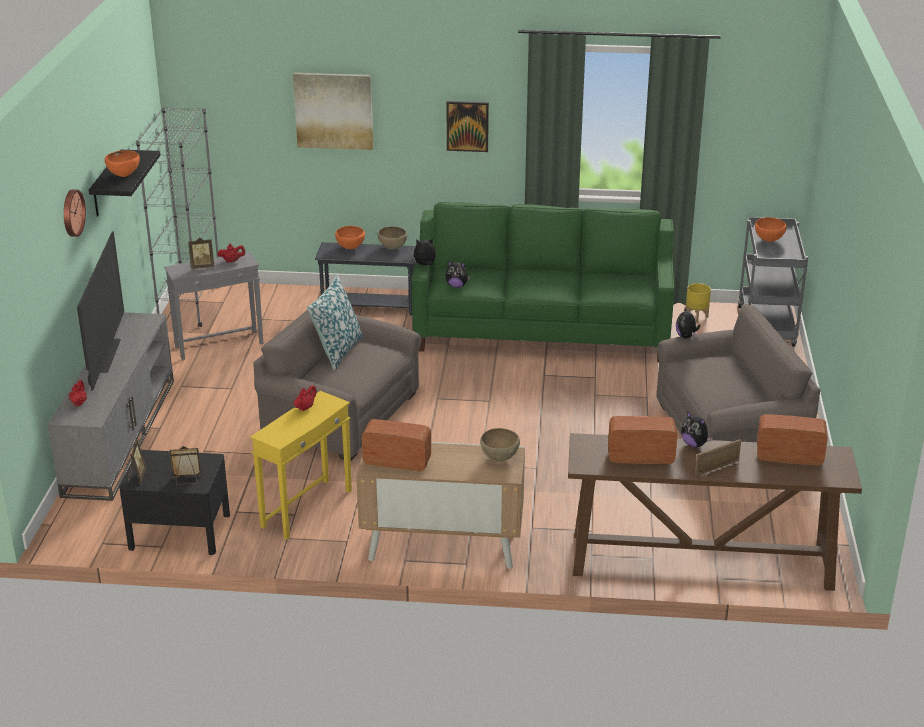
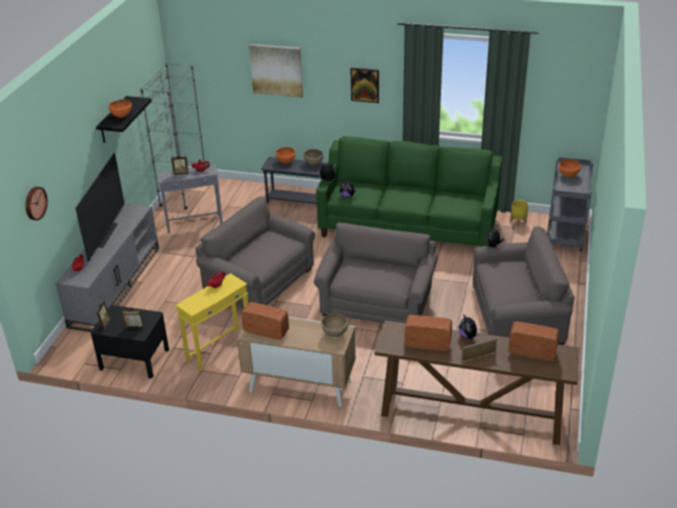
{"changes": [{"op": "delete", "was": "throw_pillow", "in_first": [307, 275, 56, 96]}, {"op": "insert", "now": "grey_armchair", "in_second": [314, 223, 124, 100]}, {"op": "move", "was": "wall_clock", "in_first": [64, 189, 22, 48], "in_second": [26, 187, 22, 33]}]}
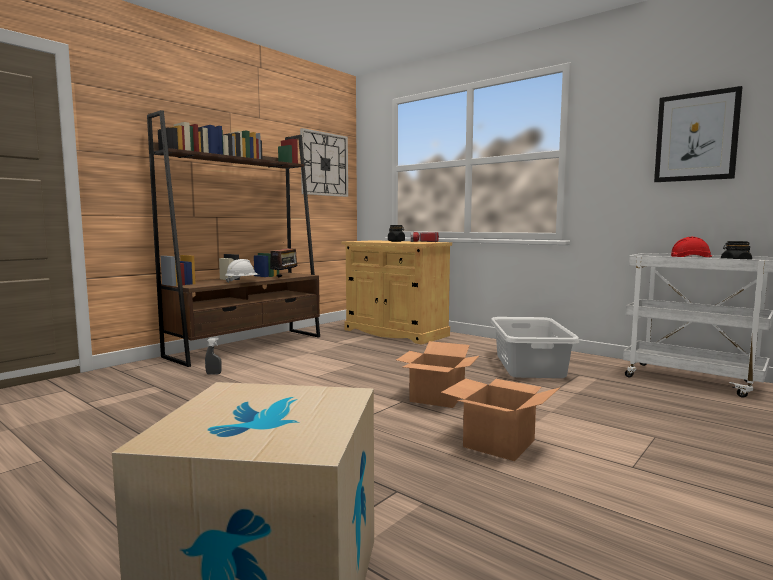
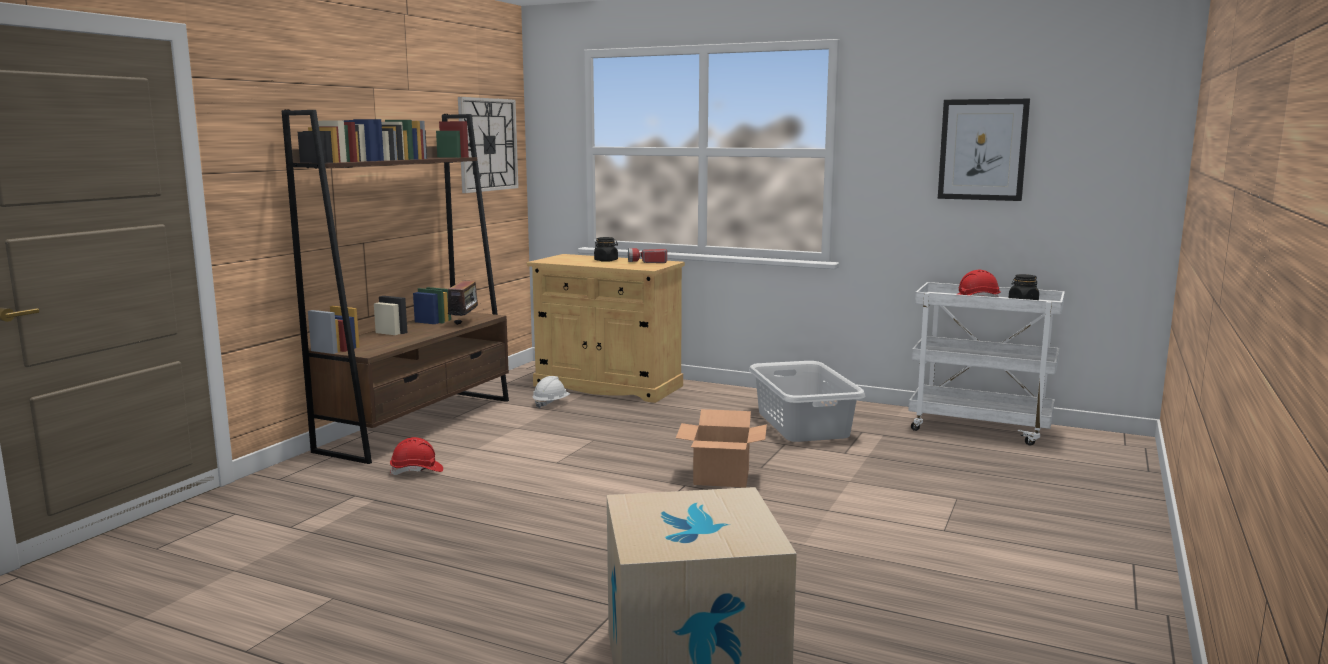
{"changes": [{"op": "delete", "was": "carton", "in_first": [441, 379, 119, 82]}, {"op": "move", "was": "whitish_safety_helmet", "in_first": [225, 259, 34, 24], "in_second": [533, 376, 37, 32]}, {"op": "replace", "was": "grey_sprayer", "now": "red_safety_helmet", "in_first": [205, 338, 17, 37], "in_second": [390, 437, 53, 38]}]}
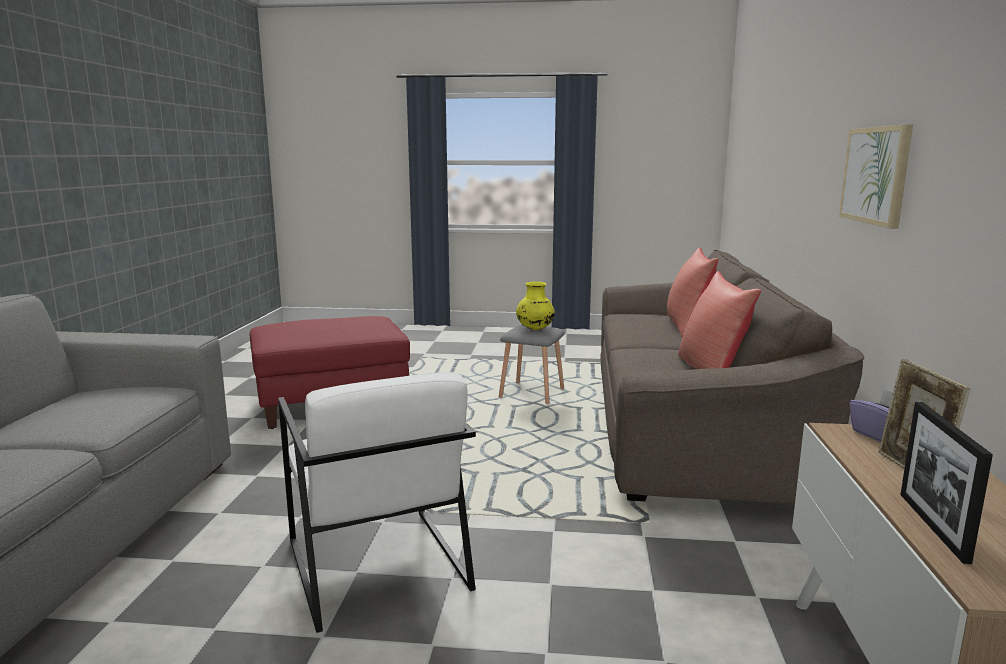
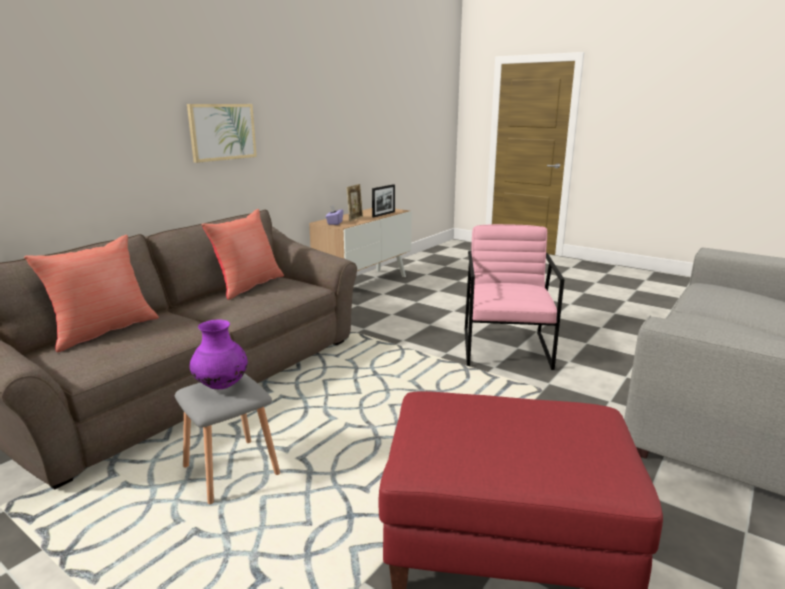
{"changes": [{"op": "recolor", "was": "whitish_armchair", "now": "pink-coloured_armchair", "in_first": [278, 372, 198, 261], "in_second": [465, 224, 99, 146]}, {"op": "recolor", "was": "yellow-coloured_decorative_vase", "now": "purple_decorative_vase", "in_first": [516, 281, 39, 49], "in_second": [190, 320, 58, 69]}]}
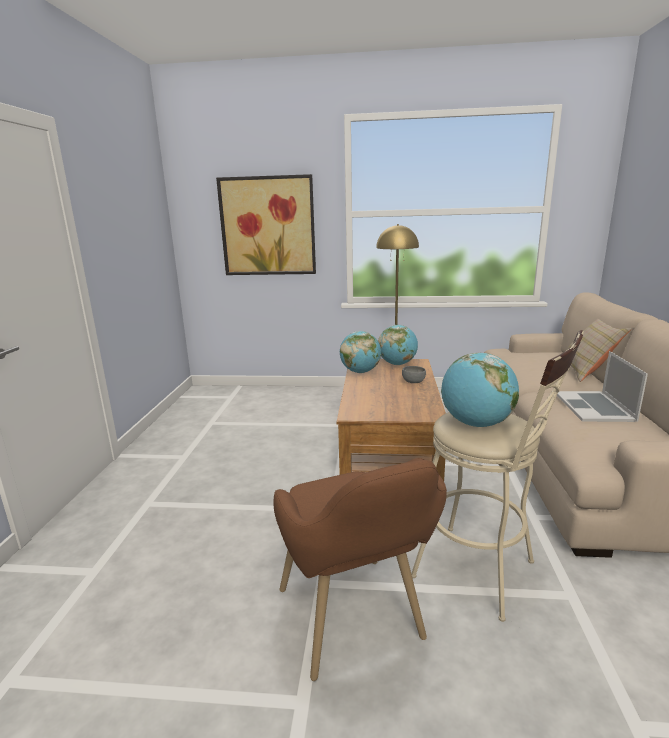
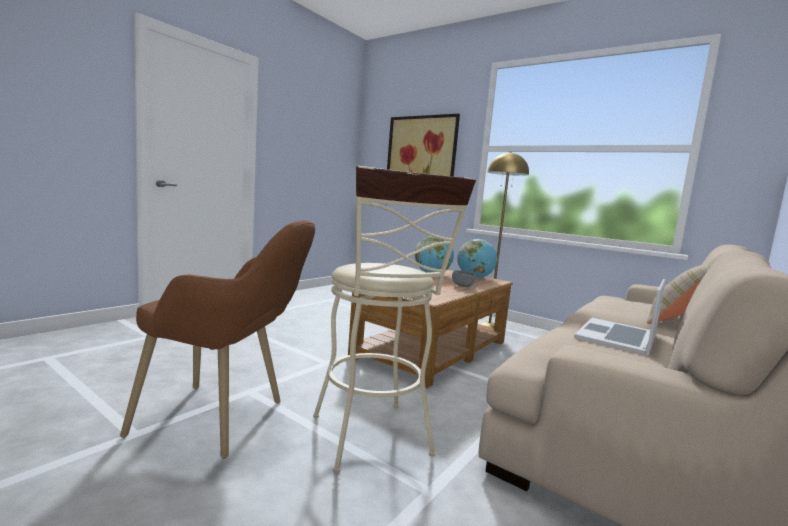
{"changes": [{"op": "delete", "was": "world_globe", "in_first": [441, 353, 78, 74]}, {"op": "rotate", "was": "brown-coloured_armchair", "in_first": [273, 458, 174, 223], "in_second": [120, 220, 195, 238], "clockwise": -90}]}
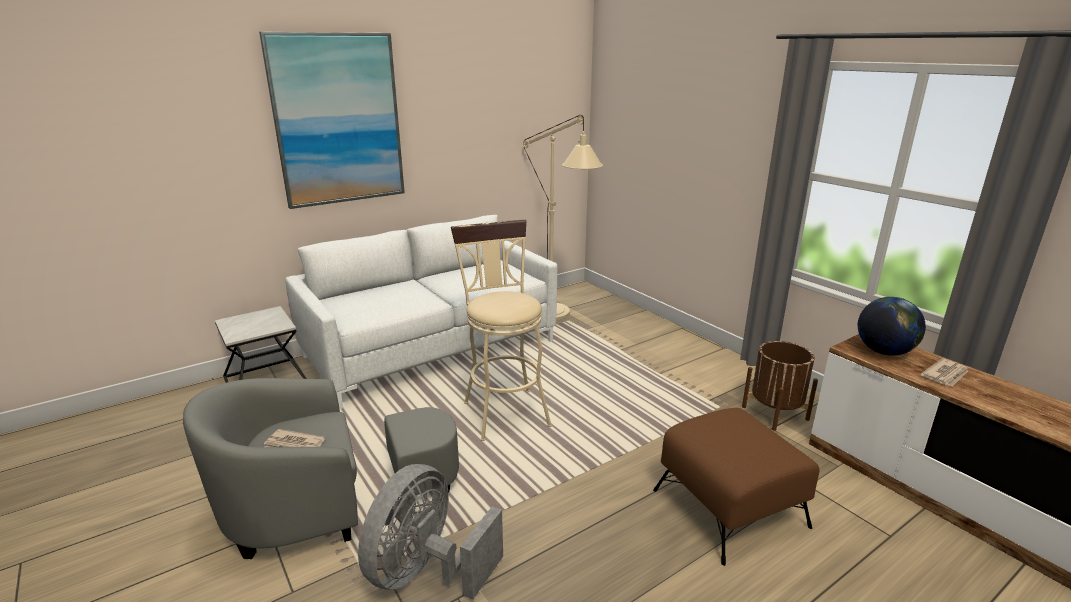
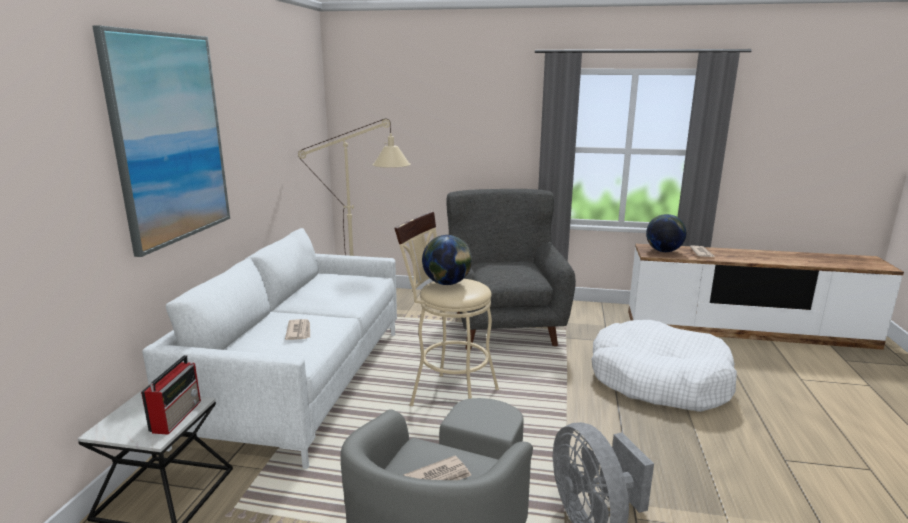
{"changes": [{"op": "delete", "was": "brown-coloured_planter", "in_first": [742, 341, 76, 90]}, {"op": "insert", "now": "radio", "in_second": [141, 355, 60, 80]}, {"op": "insert", "now": "daily_paper", "in_second": [285, 319, 25, 21]}, {"op": "insert", "now": "world_globe", "in_second": [422, 235, 50, 50]}, {"op": "insert", "now": "grey_armchair", "in_second": [446, 189, 130, 161]}, {"op": "replace", "was": "brown-coloured_ottoman", "now": "whitish_dog_bed", "in_first": [653, 408, 166, 158], "in_second": [591, 320, 146, 92]}]}
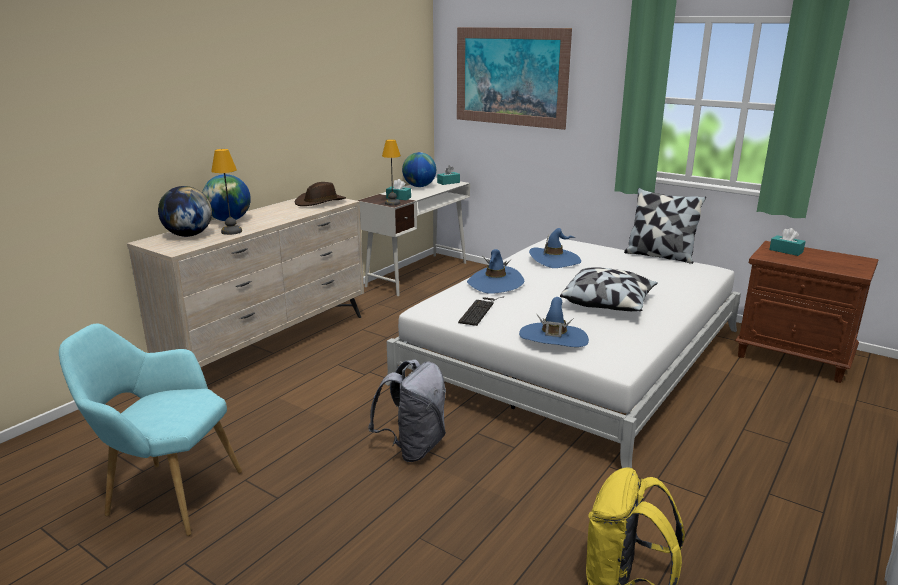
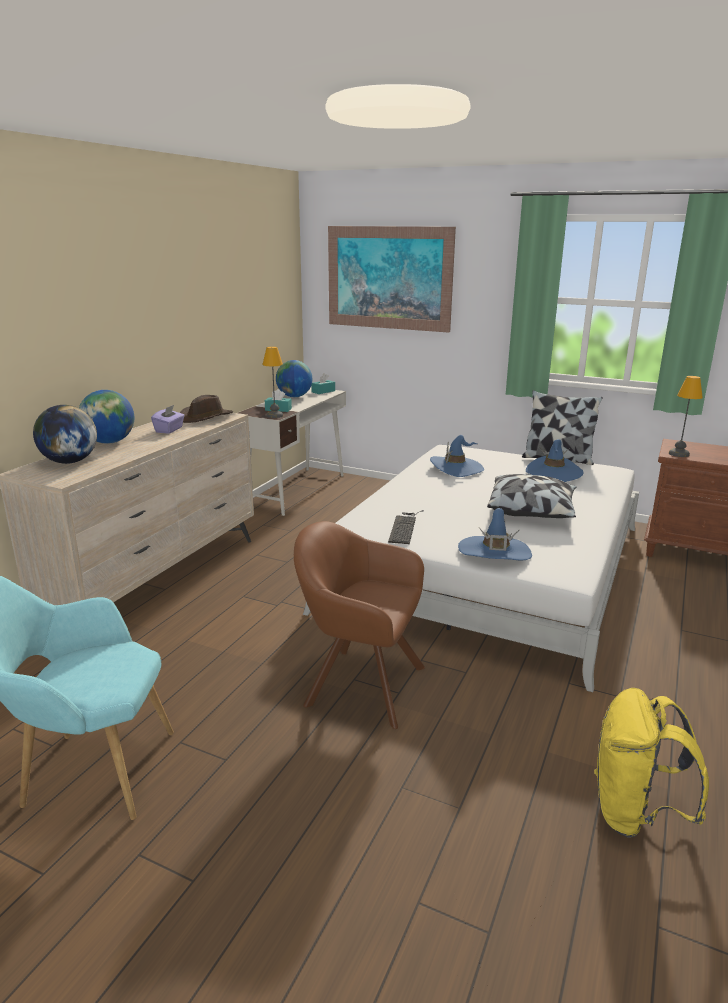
{"changes": [{"op": "delete", "was": "blue-green_tissue_holder", "in_first": [769, 228, 37, 28]}, {"op": "insert", "now": "purple_tissue_holder", "in_second": [151, 405, 34, 29]}, {"op": "move", "was": "lamp_for_a_table", "in_first": [211, 149, 31, 86], "in_second": [669, 376, 34, 81]}, {"op": "move", "was": "blue-coloured_wearable_hat", "in_first": [467, 249, 57, 45], "in_second": [526, 439, 58, 43]}, {"op": "replace", "was": "grey_backpack", "now": "brown-coloured_armchair", "in_first": [368, 359, 78, 103], "in_second": [294, 521, 131, 208]}]}
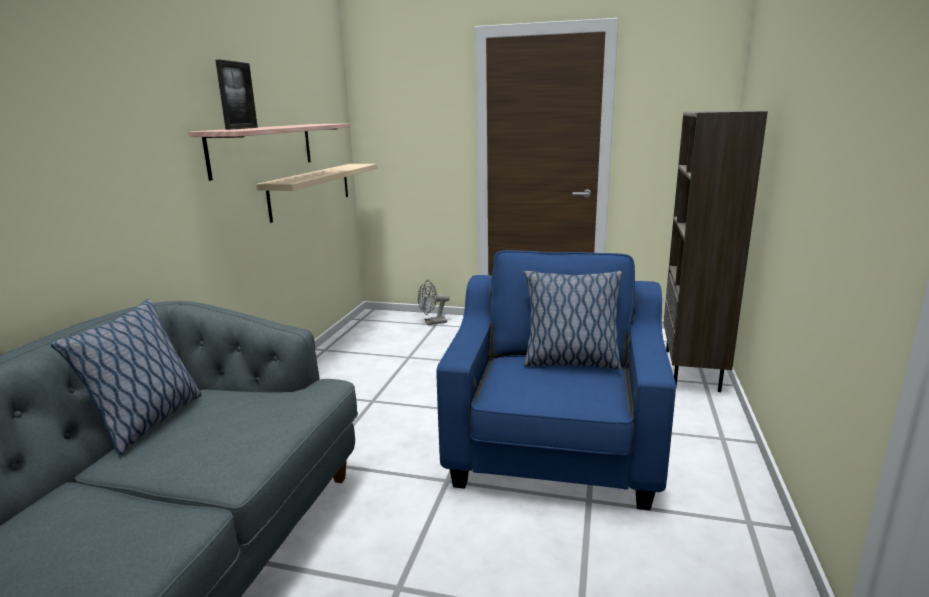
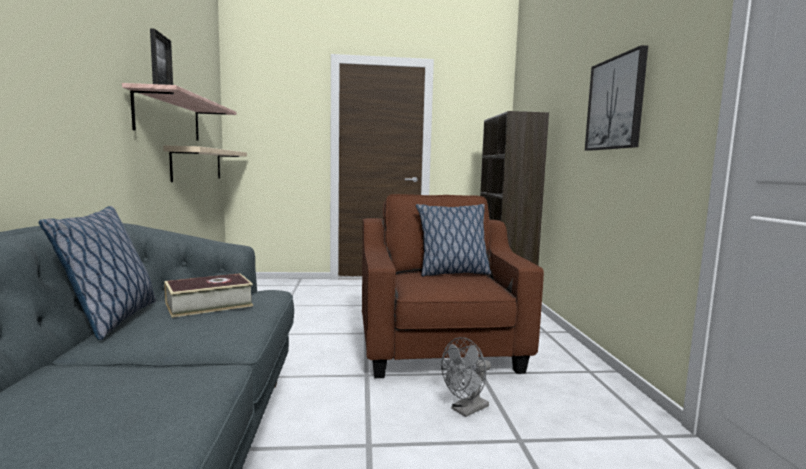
{"changes": [{"op": "insert", "now": "volume", "in_second": [164, 273, 89, 45]}, {"op": "insert", "now": "wall_art", "in_second": [585, 45, 63, 106]}, {"op": "move", "was": "grey_cooling_fan", "in_first": [418, 280, 32, 45], "in_second": [441, 337, 50, 80]}, {"op": "recolor", "was": "blue-coloured_armchair", "now": "brown-coloured_armchair", "in_first": [436, 250, 240, 260], "in_second": [362, 194, 182, 184]}]}
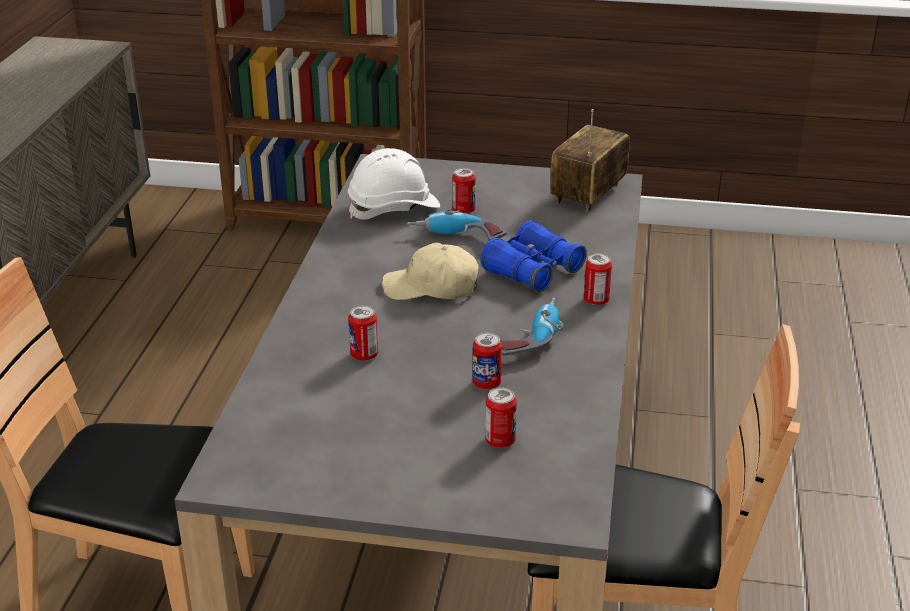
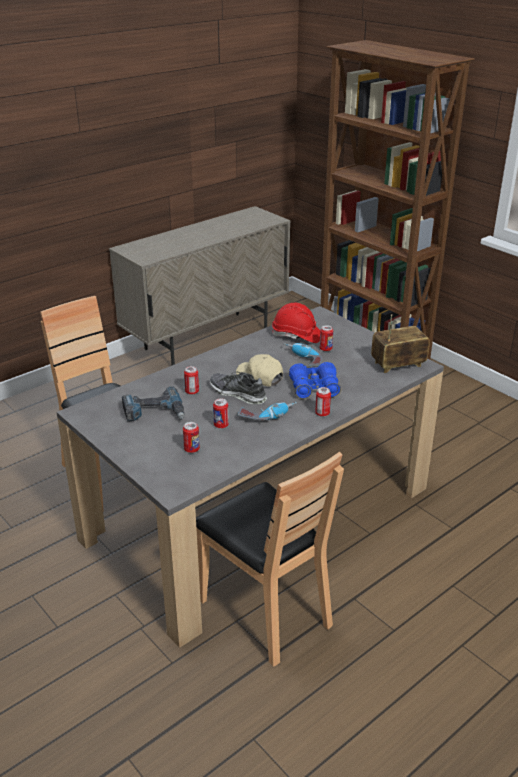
{"changes": [{"op": "insert", "now": "electric_drill", "in_second": [122, 386, 63, 36]}, {"op": "insert", "now": "item_of_footwear", "in_second": [210, 372, 57, 32]}, {"op": "recolor", "was": "whitish_safety_helmet", "now": "red_safety_helmet", "in_first": [348, 148, 92, 71], "in_second": [272, 303, 48, 40]}]}
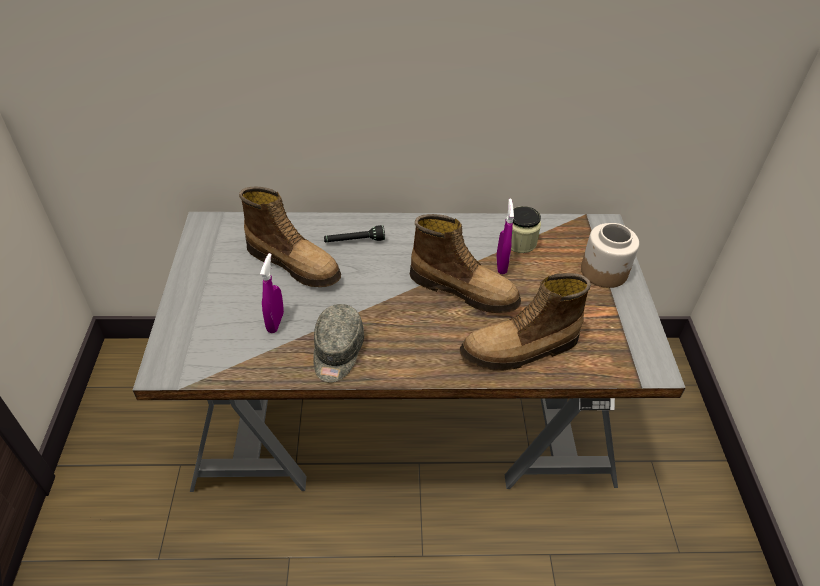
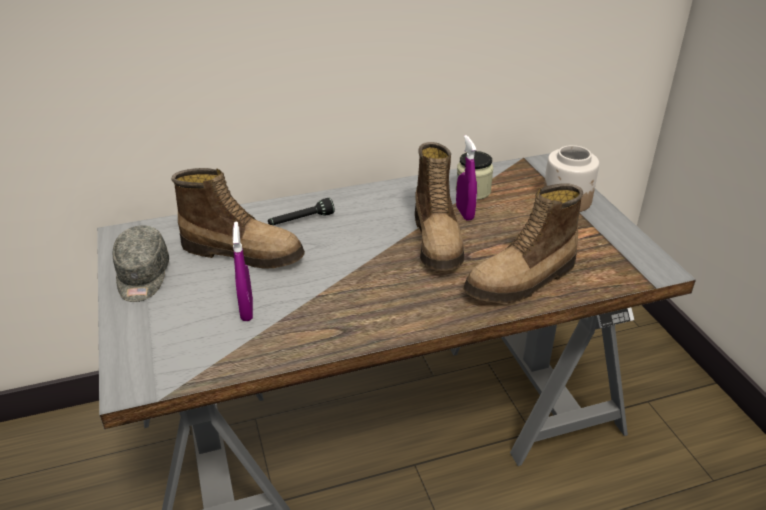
{"changes": [{"op": "move", "was": "grey_peaked_cap", "in_first": [313, 304, 51, 78], "in_second": [112, 225, 57, 77]}, {"op": "rotate", "was": "high-top_boot", "in_first": [410, 214, 111, 99], "in_second": [415, 142, 49, 129], "clockwise": 75}]}
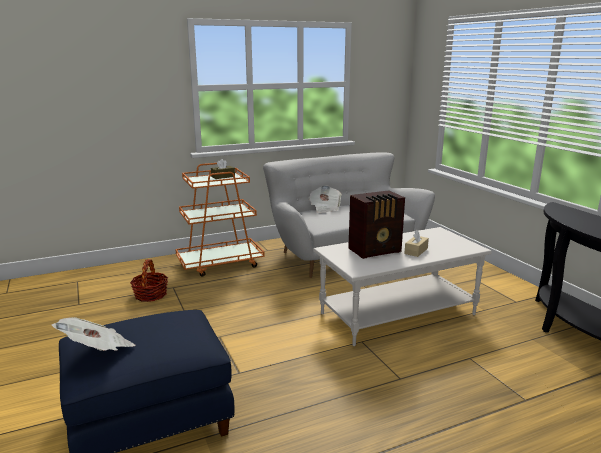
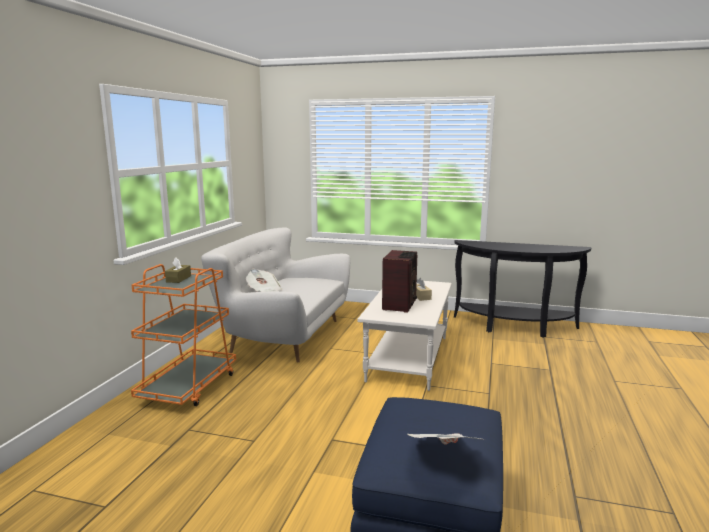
{"changes": [{"op": "delete", "was": "basket", "in_first": [130, 259, 38, 43]}]}
